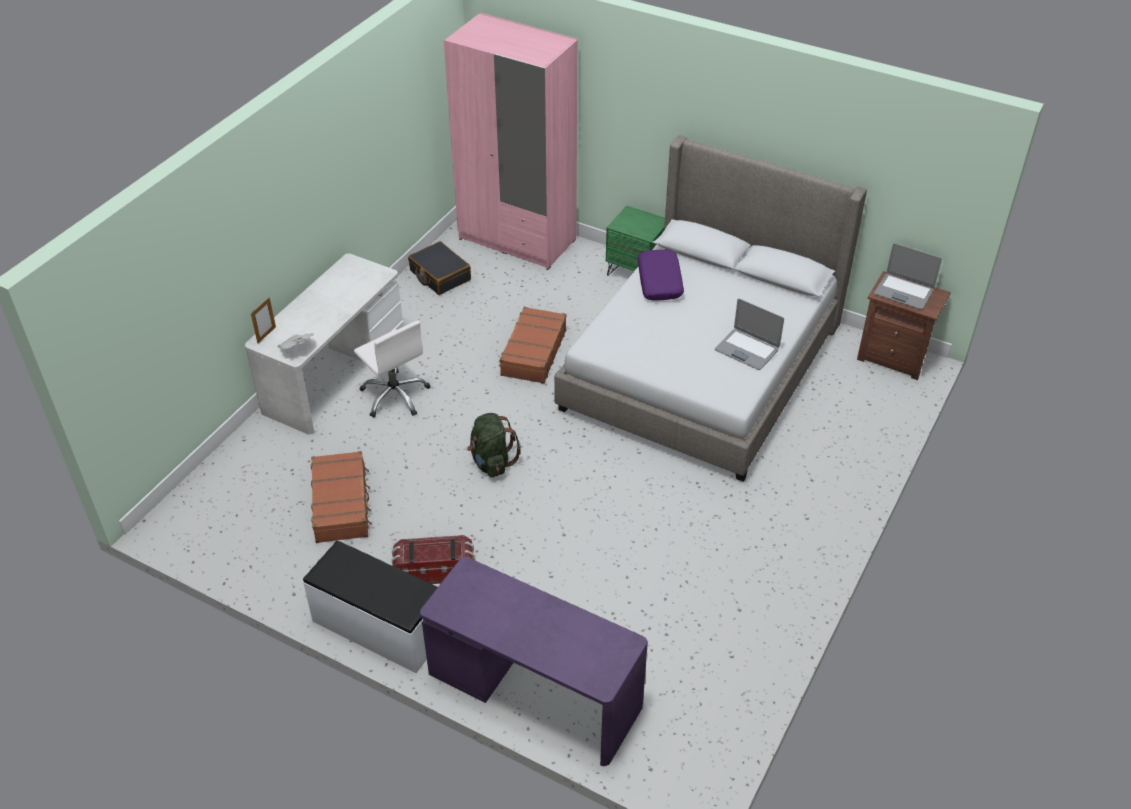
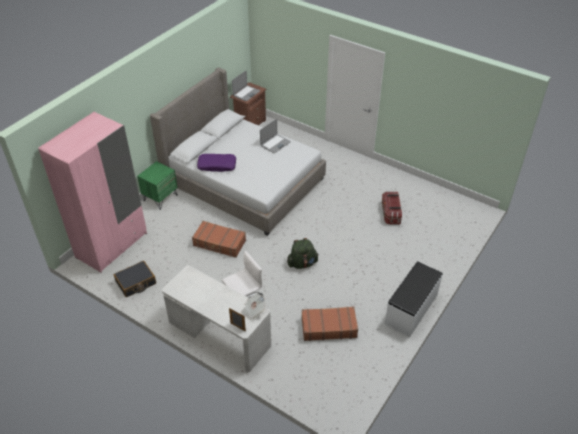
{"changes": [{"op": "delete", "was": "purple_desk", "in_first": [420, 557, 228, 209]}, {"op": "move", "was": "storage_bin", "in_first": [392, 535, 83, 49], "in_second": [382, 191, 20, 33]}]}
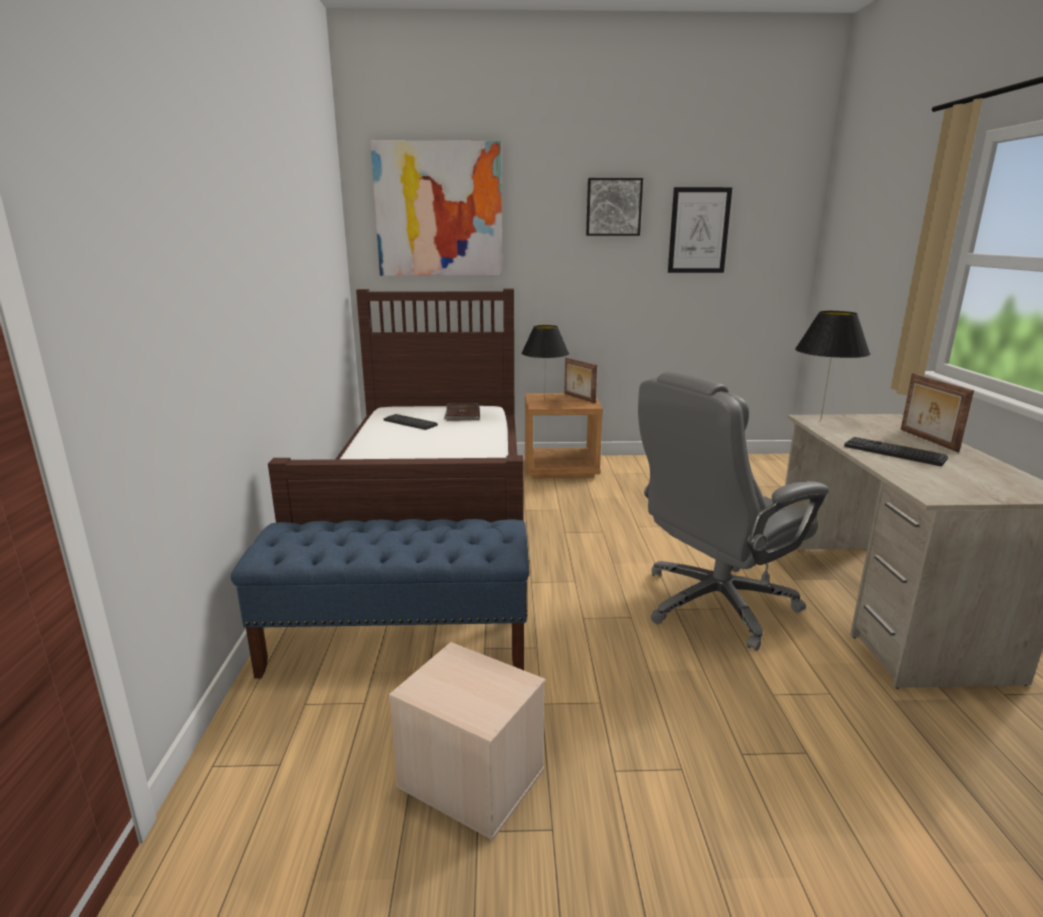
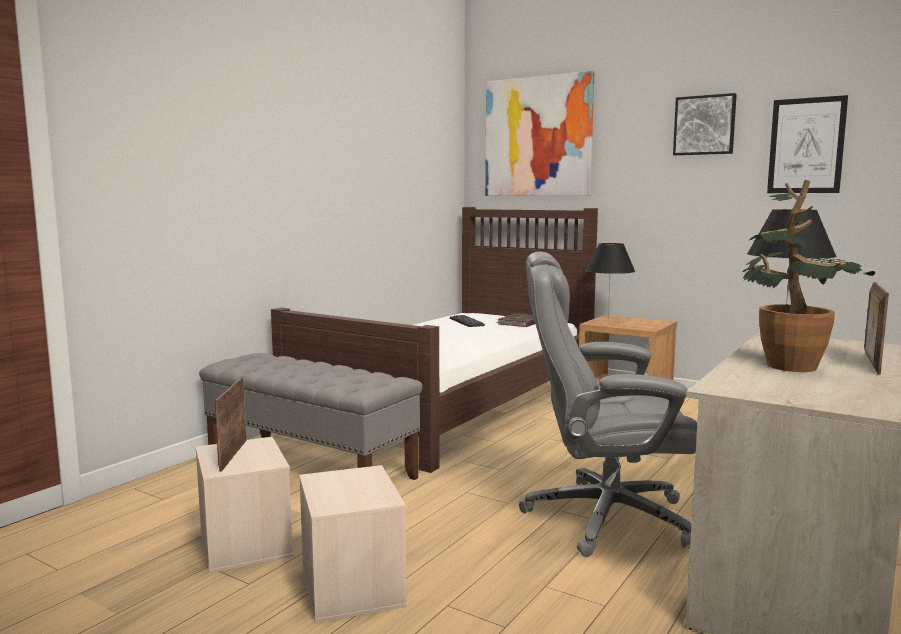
{"changes": [{"op": "insert", "now": "sand-coloured_storage_bin", "in_second": [299, 465, 108, 158]}, {"op": "move", "was": "picture_frame", "in_first": [564, 358, 33, 45], "in_second": [215, 377, 31, 95]}, {"op": "replace", "was": "computer_keyboard", "now": "plant_in_a_pot", "in_first": [844, 437, 104, 29], "in_second": [742, 180, 133, 192]}, {"op": "recolor", "was": "blue-coloured_indoor_bench", "now": "grey_indoor_bench", "in_first": [231, 519, 298, 160], "in_second": [199, 353, 223, 127]}]}
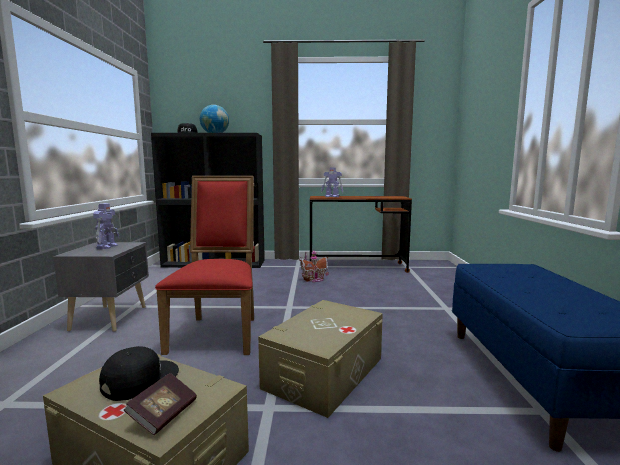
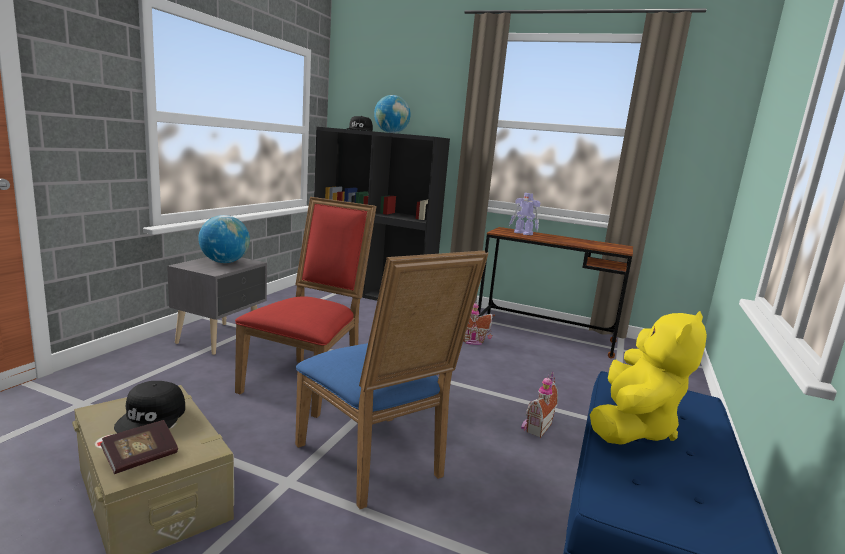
{"changes": [{"op": "insert", "now": "miniature_house", "in_second": [521, 372, 37, 66]}, {"op": "insert", "now": "yellow-coloured_soft_toy", "in_second": [590, 311, 117, 134]}, {"op": "replace", "was": "robot_figure", "now": "world_globe", "in_first": [93, 203, 26, 46], "in_second": [198, 215, 52, 48]}, {"op": "replace", "was": "sand-coloured_storage_bin", "now": "blue-coloured_upright_chair", "in_first": [258, 300, 125, 118], "in_second": [295, 250, 194, 259]}, {"op": "rotate", "was": "black_peaked_cap", "in_first": [99, 346, 80, 55], "in_second": [114, 381, 71, 52], "clockwise": 120}]}
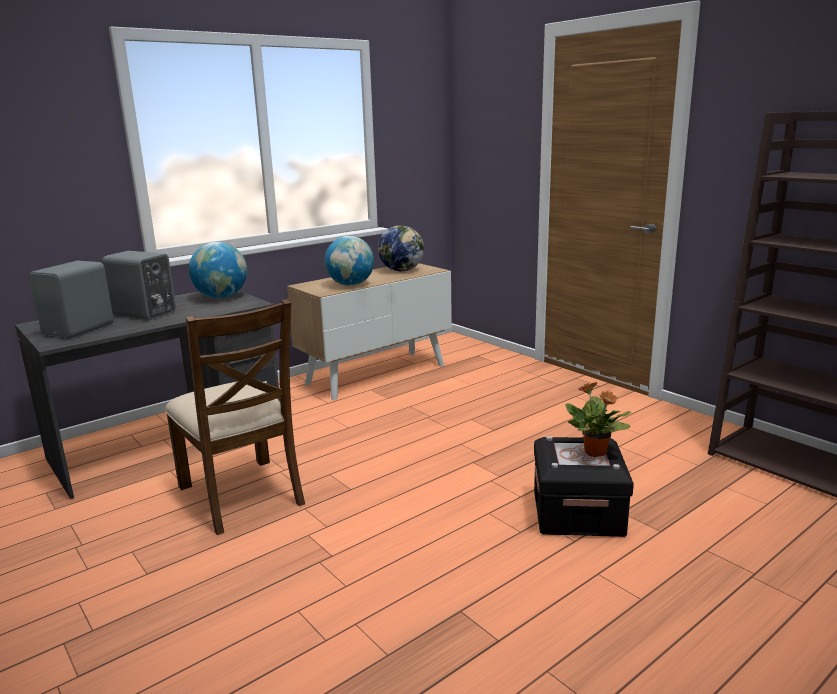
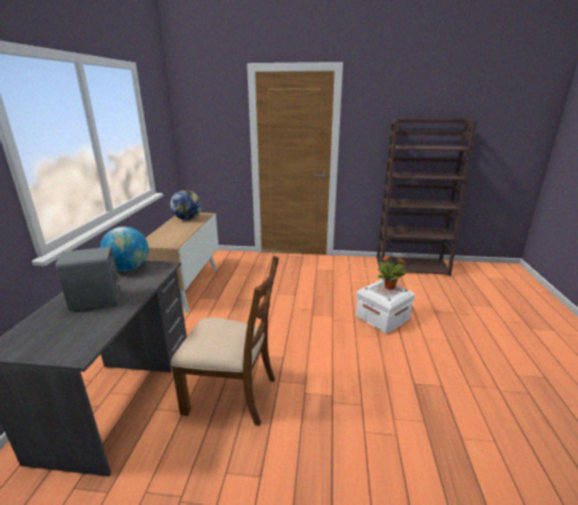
{"changes": [{"op": "delete", "was": "grey_loudspeaker", "in_first": [29, 261, 85, 78]}, {"op": "delete", "was": "world_globe", "in_first": [325, 236, 49, 50]}, {"op": "recolor", "was": "black_storage_bin", "now": "whitish_storage_bin", "in_first": [534, 436, 100, 101], "in_second": [356, 279, 59, 55]}]}
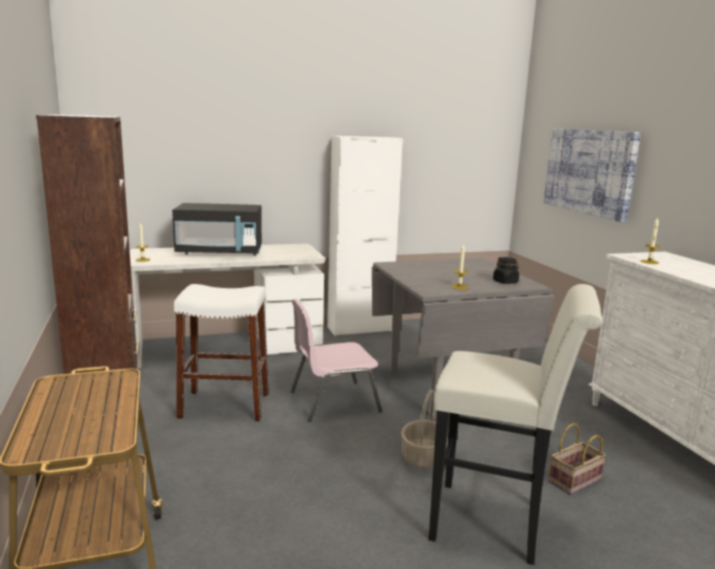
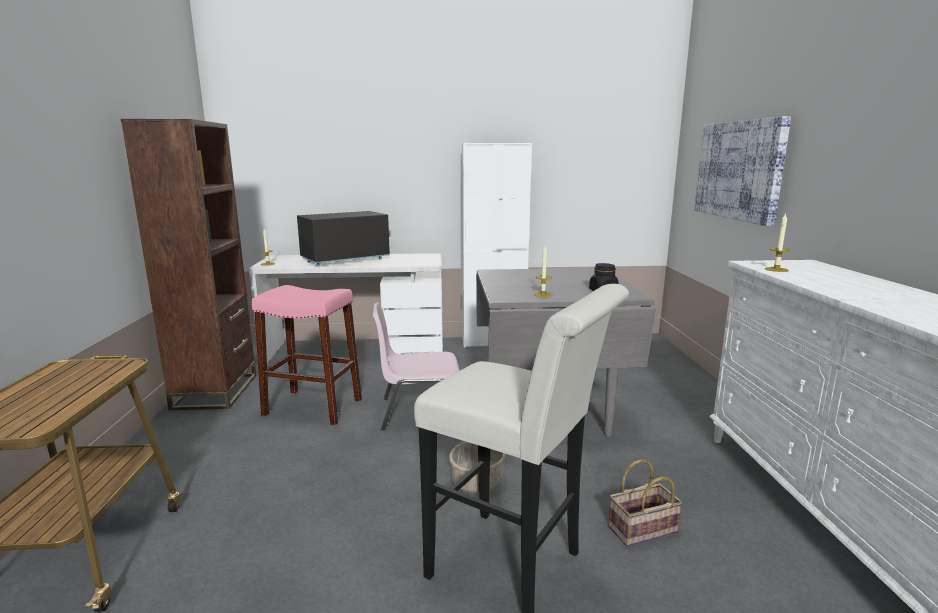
{"changes": [{"op": "recolor", "was": "whitish_stool_seat", "now": "pink-coloured_stool_seat", "in_first": [174, 284, 95, 138], "in_second": [252, 285, 110, 140]}, {"op": "rotate", "was": "black_microwave", "in_first": [172, 203, 90, 53], "in_second": [297, 211, 93, 56], "clockwise": 135}]}
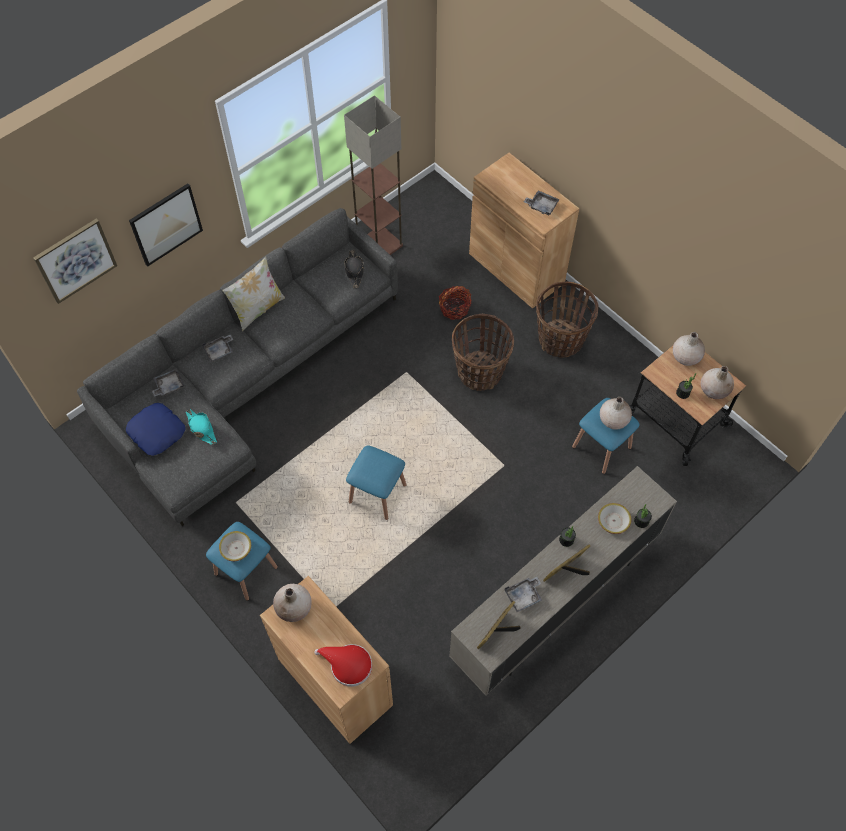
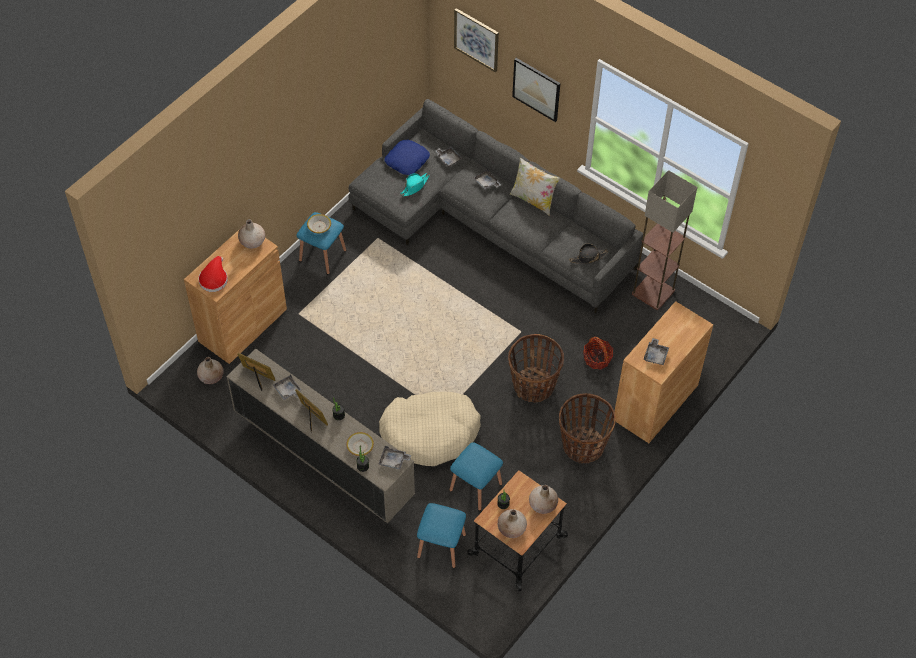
{"changes": [{"op": "insert", "now": "sand-coloured_dog_bed", "in_second": [379, 392, 102, 74]}, {"op": "insert", "now": "grey_carrying_tray", "in_second": [379, 446, 32, 24]}, {"op": "move", "was": "blue-coloured_stool_seat", "in_first": [346, 445, 61, 75], "in_second": [417, 503, 49, 65]}, {"op": "move", "was": "sand-coloured_decorative_vase", "in_first": [600, 397, 32, 33], "in_second": [197, 357, 27, 27]}]}
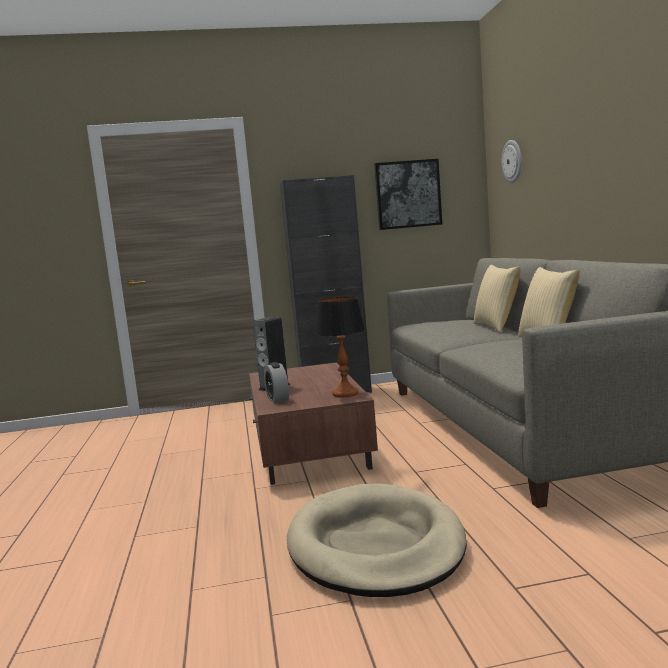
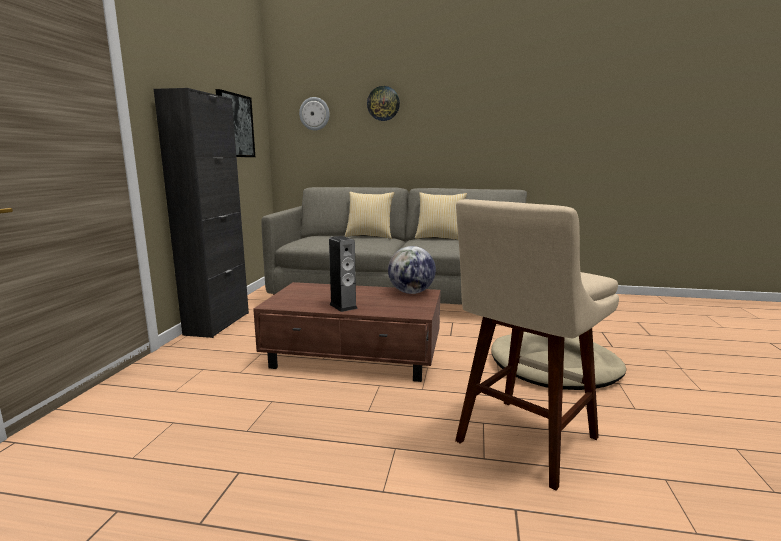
{"changes": [{"op": "delete", "was": "bedside_clock", "in_first": [264, 362, 25, 41]}, {"op": "insert", "now": "wall_clock", "in_second": [367, 86, 33, 35]}, {"op": "insert", "now": "sand-coloured_stool_seat", "in_second": [455, 199, 164, 292]}, {"op": "replace", "was": "lamp_for_a_table", "now": "world_globe", "in_first": [316, 297, 49, 100], "in_second": [388, 246, 48, 48]}]}
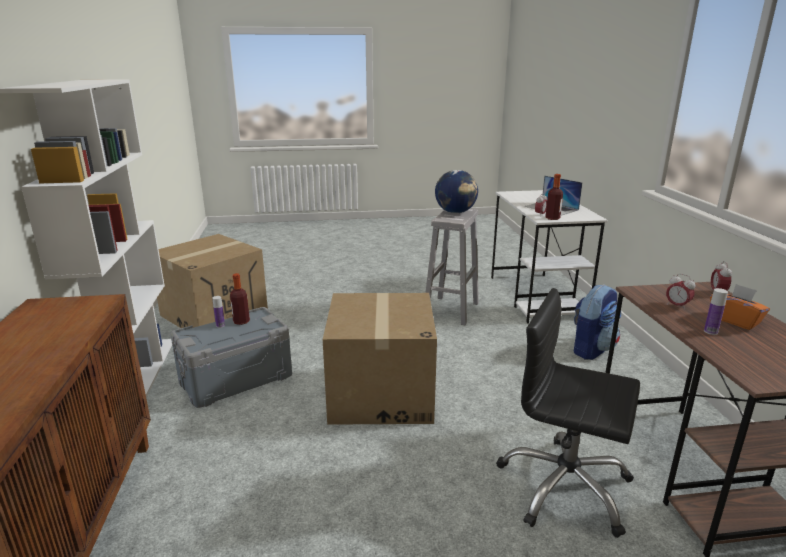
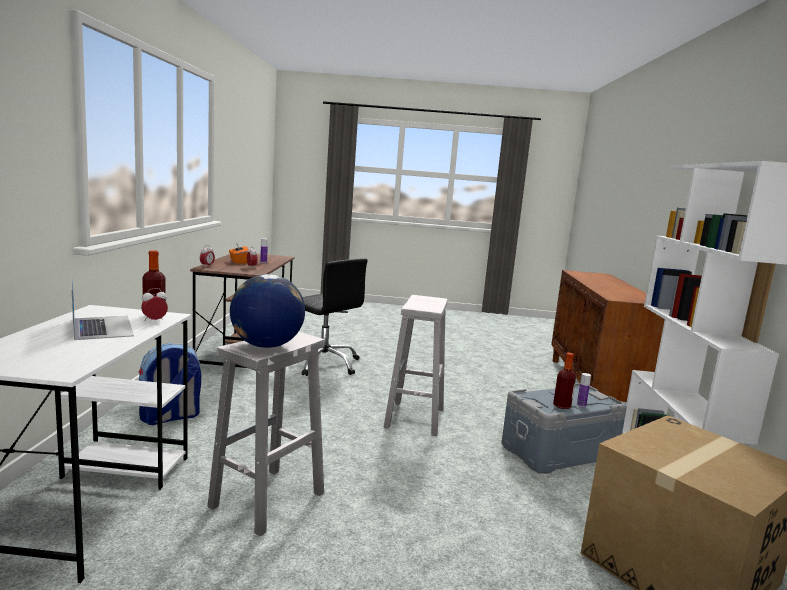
{"changes": [{"op": "replace", "was": "carton", "now": "whitish_stool_seat", "in_first": [323, 293, 114, 132], "in_second": [384, 295, 64, 141]}]}
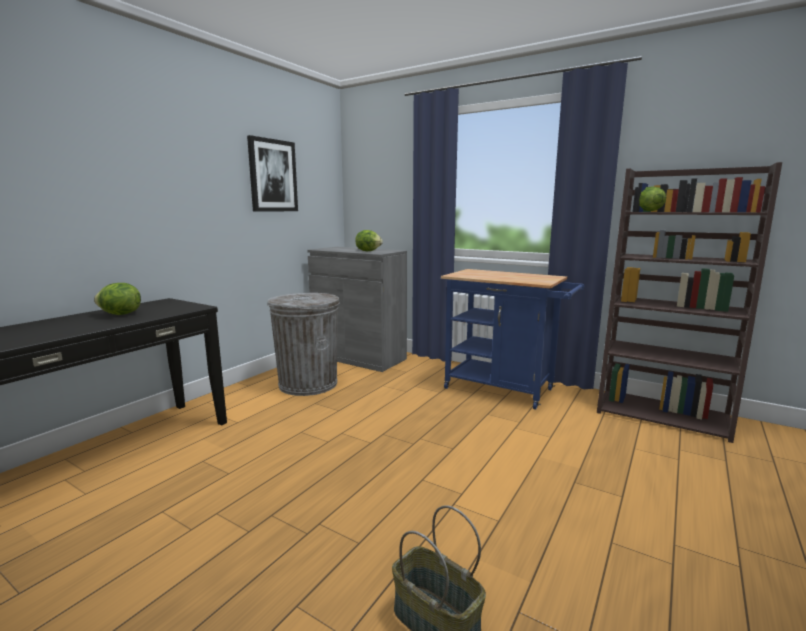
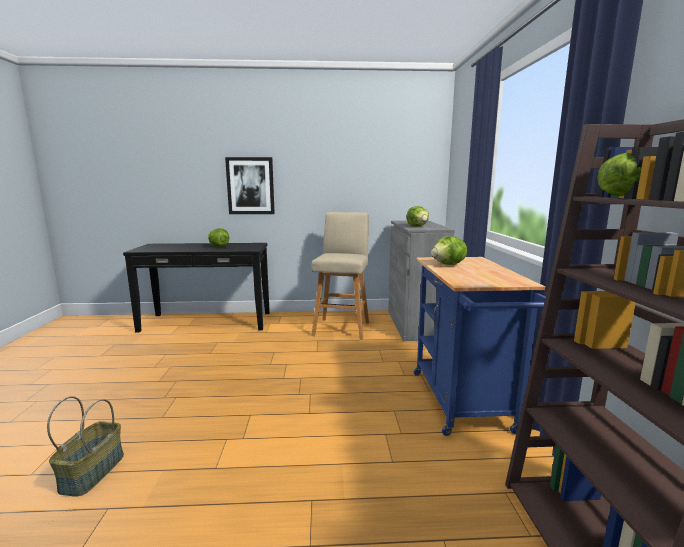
{"changes": [{"op": "insert", "now": "lettuce_head", "in_second": [431, 236, 36, 29]}, {"op": "move", "was": "wall_art", "in_first": [247, 135, 51, 77], "in_second": [225, 157, 50, 57]}, {"op": "replace", "was": "grey_trash_can", "now": "sand-coloured_stool_seat", "in_first": [267, 293, 73, 103], "in_second": [311, 212, 58, 128]}]}
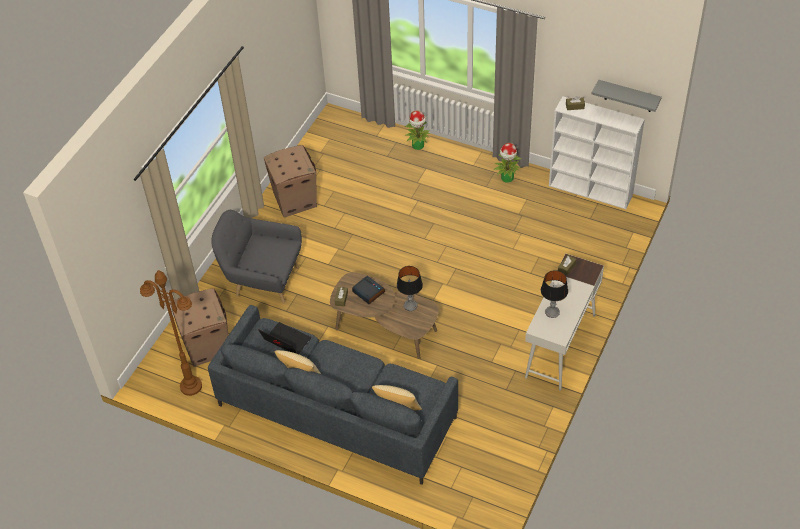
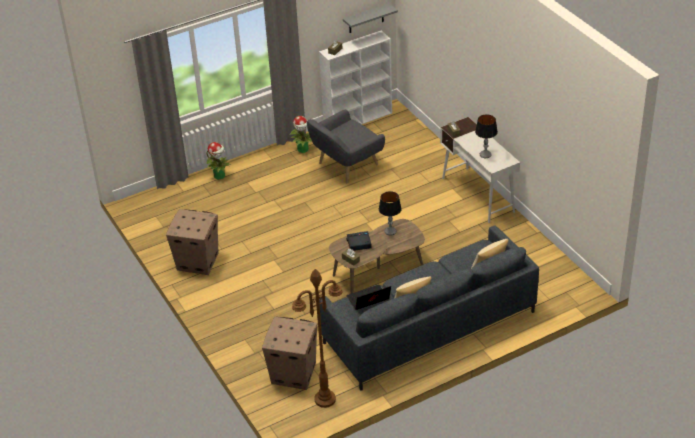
{"changes": [{"op": "move", "was": "grey_armchair", "in_first": [211, 210, 91, 94], "in_second": [307, 110, 78, 73]}]}
